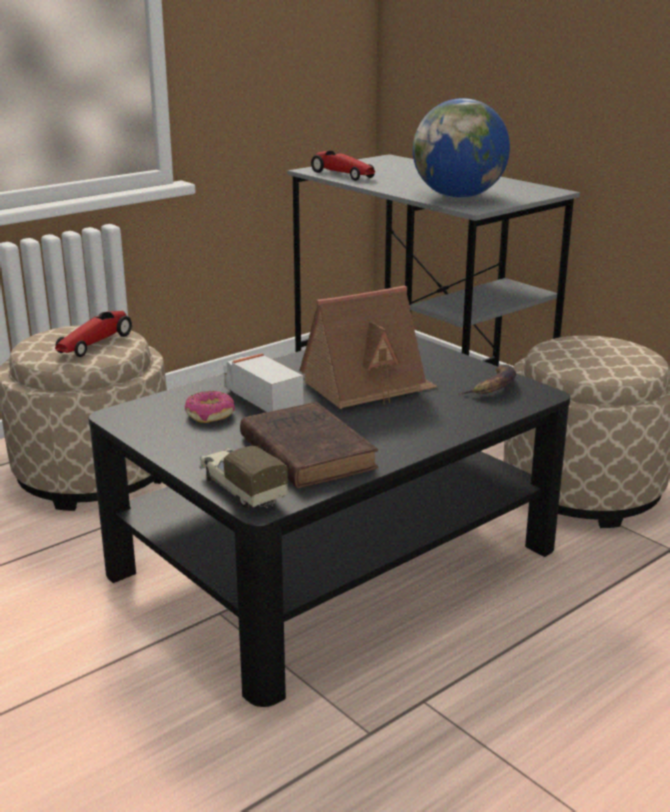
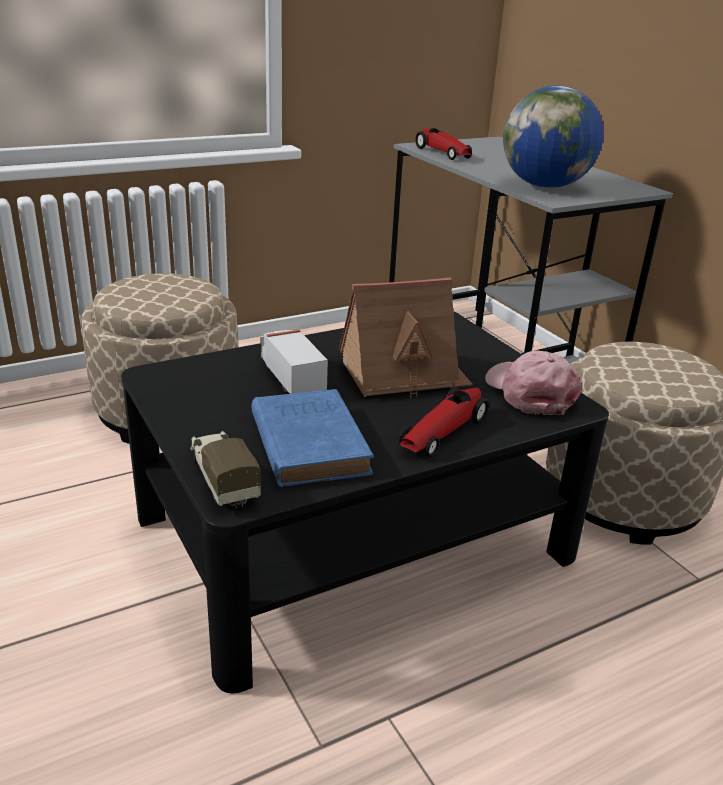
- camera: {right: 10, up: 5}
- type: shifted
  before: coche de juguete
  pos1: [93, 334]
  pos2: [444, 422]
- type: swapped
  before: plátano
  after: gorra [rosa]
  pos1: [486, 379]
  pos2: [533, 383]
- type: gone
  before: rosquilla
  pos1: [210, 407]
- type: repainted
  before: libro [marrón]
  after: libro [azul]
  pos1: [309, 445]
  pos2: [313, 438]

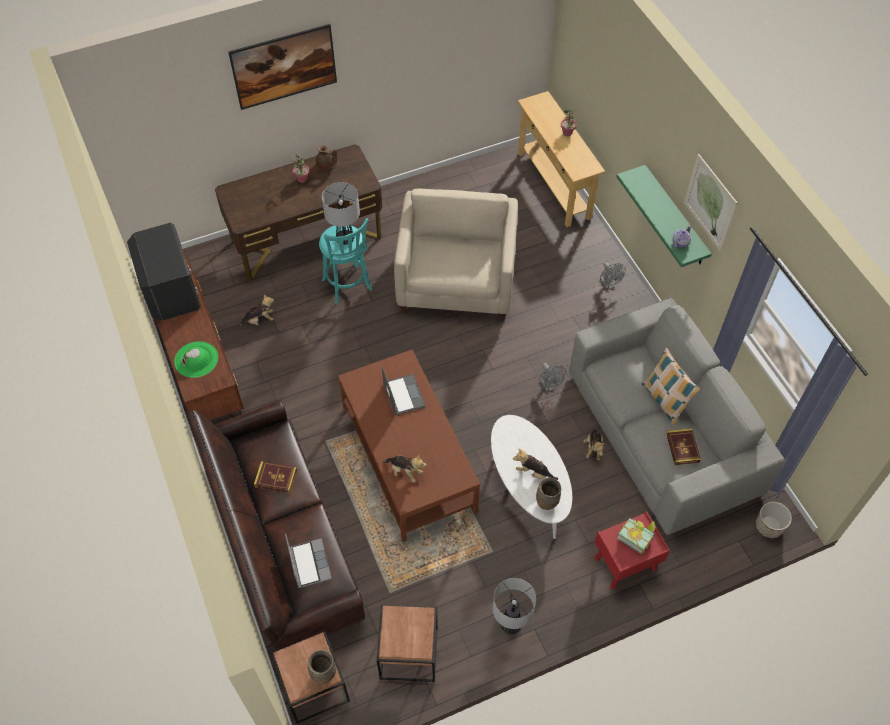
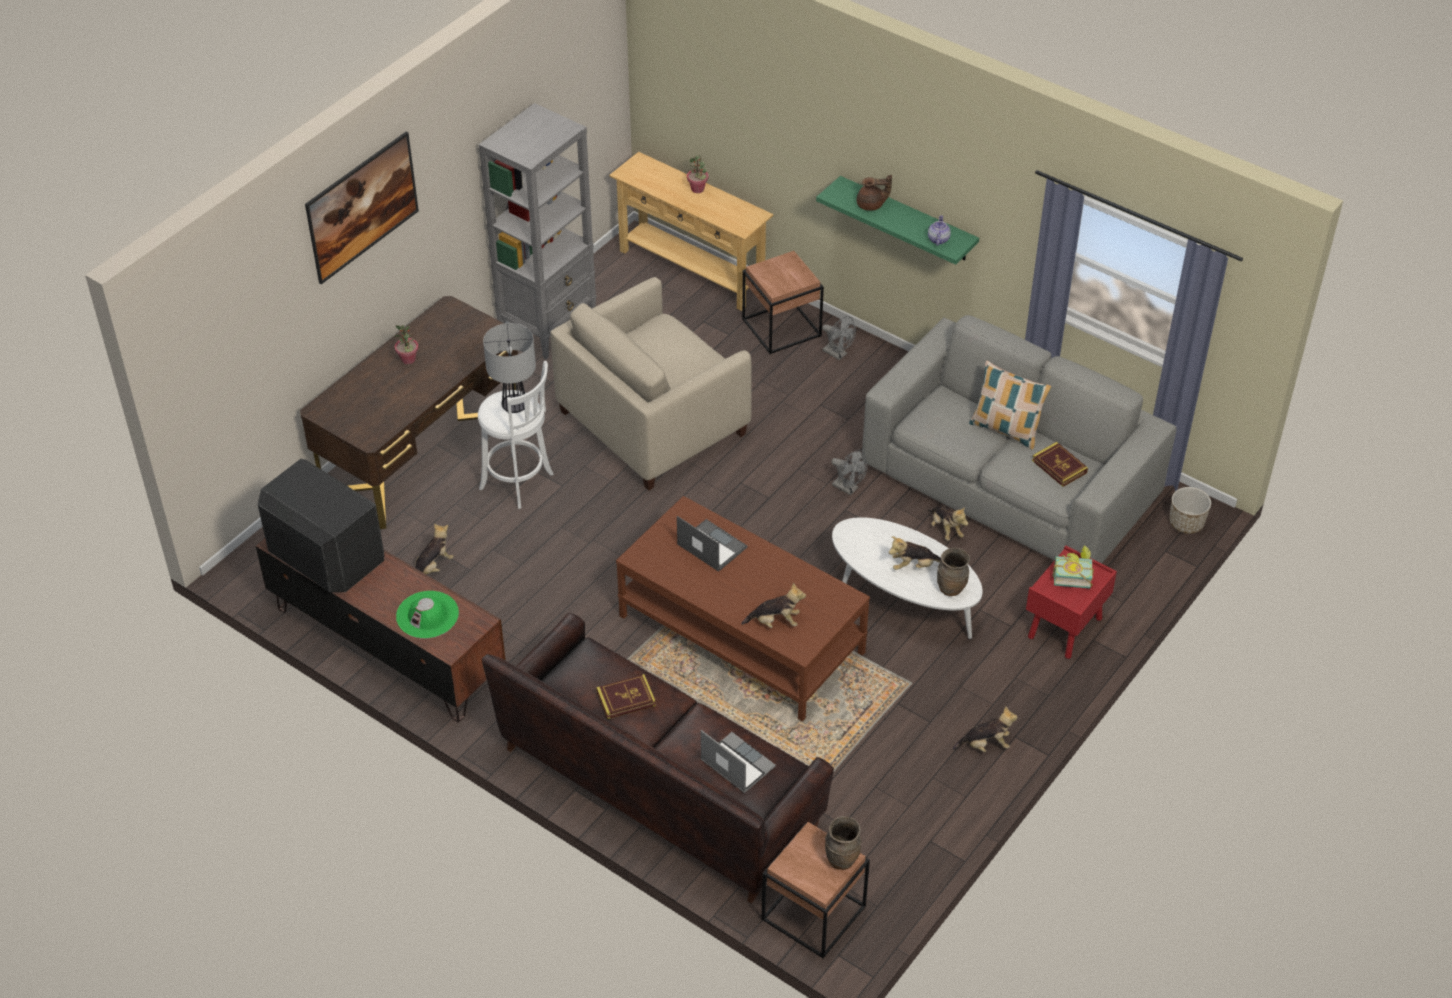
- camera: {right: -30, up: -10}
- type: shifted
  before: tetera [marrón]
  pos1: [326, 157]
  pos2: [874, 193]
- type: gone
  before: cuadro
  pos1: [711, 202]
- type: rotated
  before: sillón [beis]
  pos1: [456, 254]
  pos2: [651, 384]
  turn: -105
- type: repainted
  before: taburete [turquesa]
  after: taburete [blanco]
  pos1: [345, 261]
  pos2: [516, 435]
- type: swapped
  before: lámpara de mesa
  after: peluche
  pos1: [514, 606]
  pos2: [985, 729]
- type: shifted
  before: mesa auxiliar [marrón]
  pos1: [407, 643]
  pos2: [783, 302]
- type: new
  after: estantería [gris]
  pos2: [538, 231]

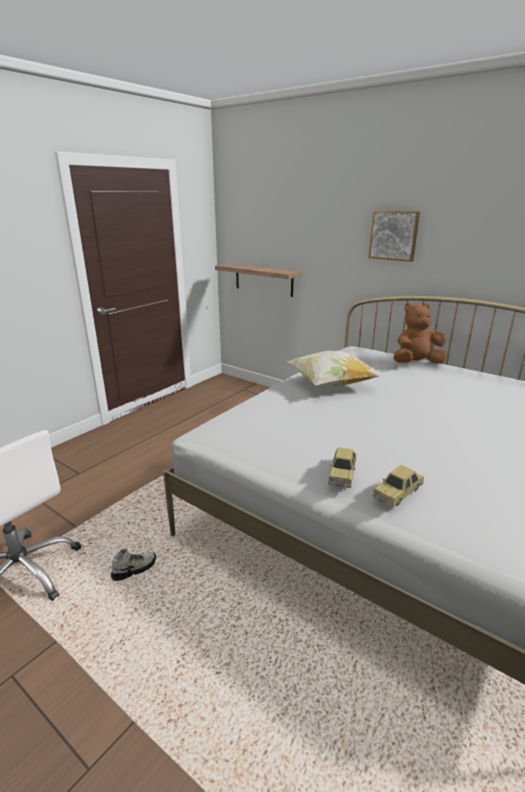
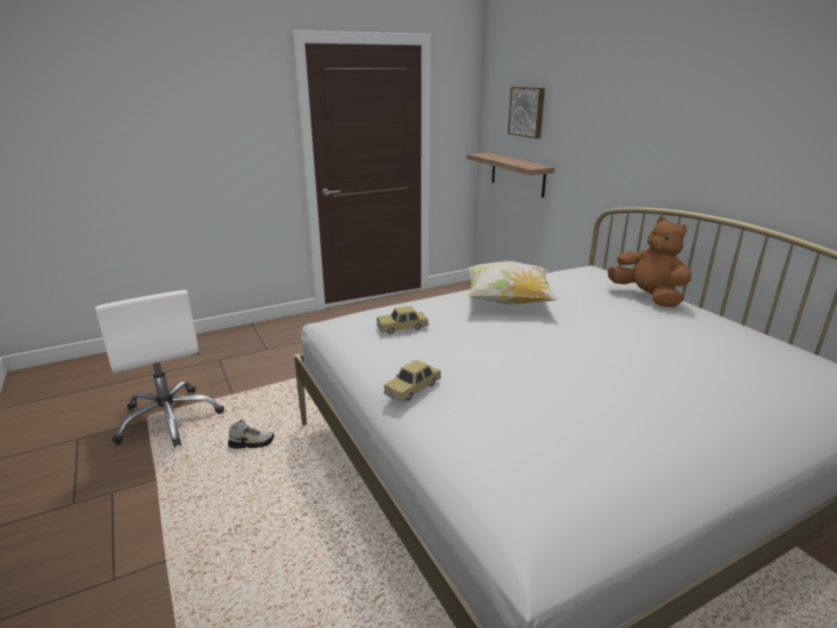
- camera: {right: 25, up: 0}
- type: shifted
  before: cuadro
  pos1: [394, 236]
  pos2: [526, 112]
- type: rotated
  before: peluche [marrón]
  pos1: [420, 333]
  pos2: [649, 262]
  turn: 45
- type: shifted
  before: coche de juguete
  pos1: [398, 486]
  pos2: [403, 320]

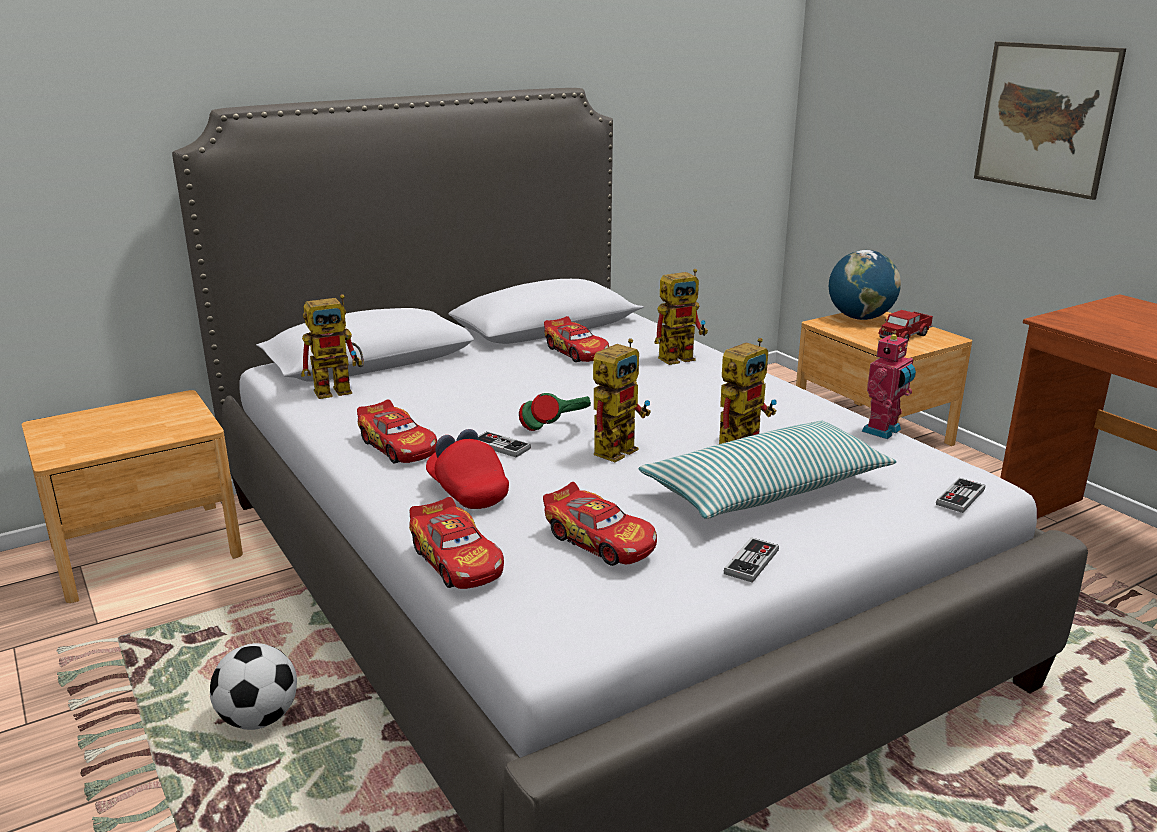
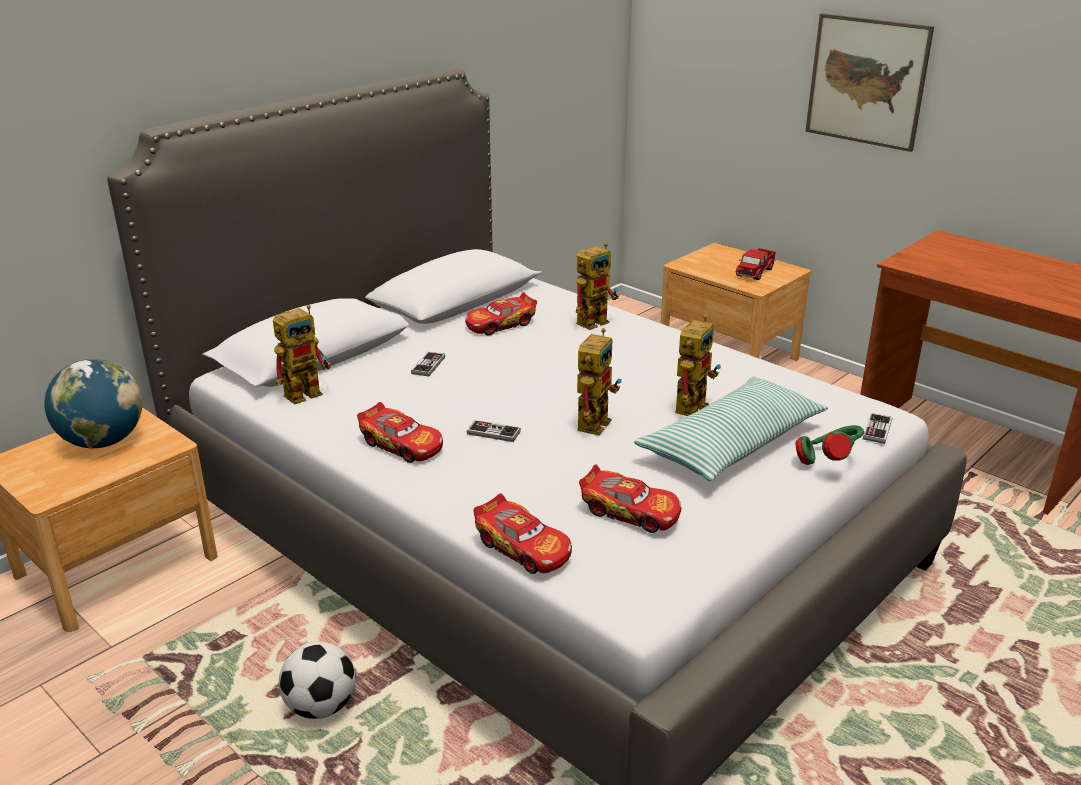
- camera: {right: -15, up: 5}
- type: shifted
  before: globo terráqueo
  pos1: [865, 285]
  pos2: [93, 403]
- type: rotated
  before: coche de juguete
  pos1: [576, 339]
  pos2: [501, 313]
  turn: 105
- type: gone
  before: robot de juguete
  pos1: [889, 386]
- type: shifted
  before: auriculares [verde]
  pos1: [555, 412]
  pos2: [830, 445]
- type: gone
  before: gorra [rojo]
  pos1: [467, 469]
- type: shifted
  before: mando de consola
  pos1: [751, 560]
  pos2: [428, 364]

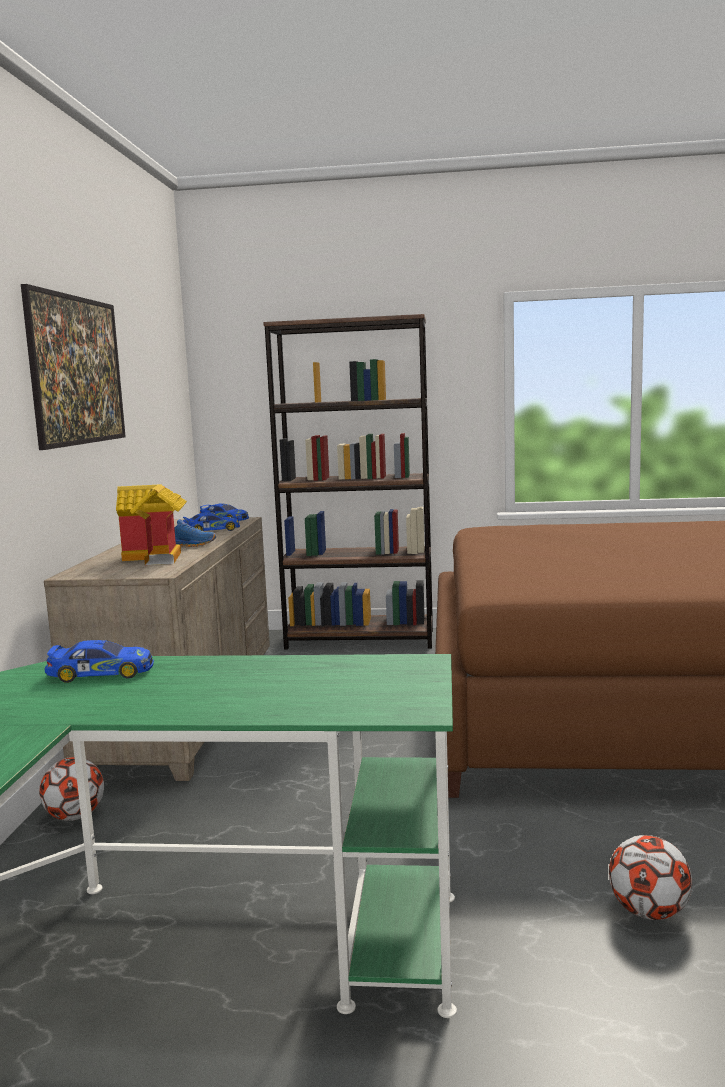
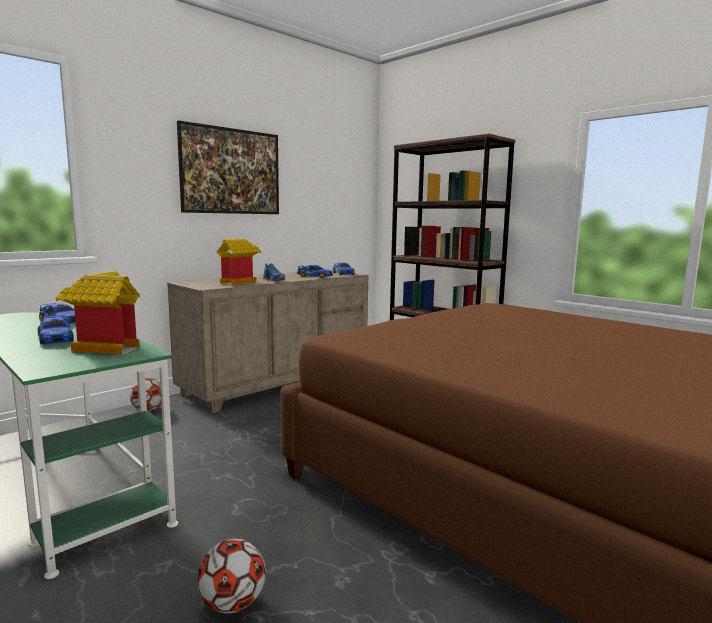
- camera: {right: 40, up: 0}
- type: new
  after: casita
  pos2: [97, 313]
- type: new
  after: coche de juguete
  pos2: [56, 330]

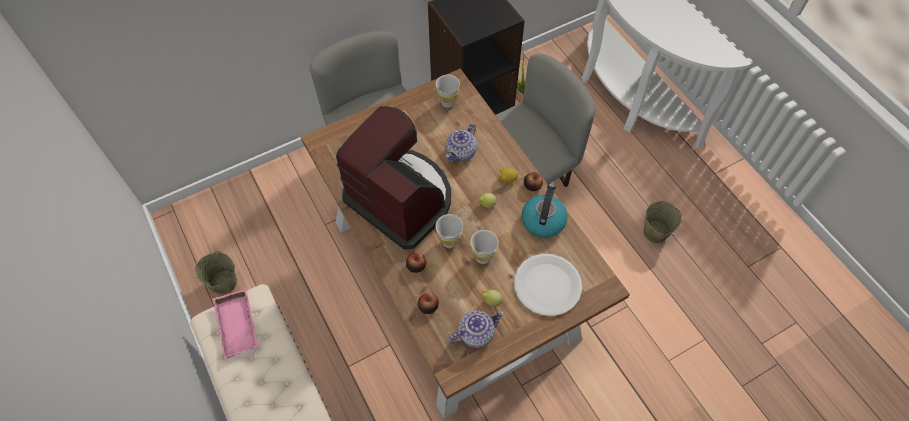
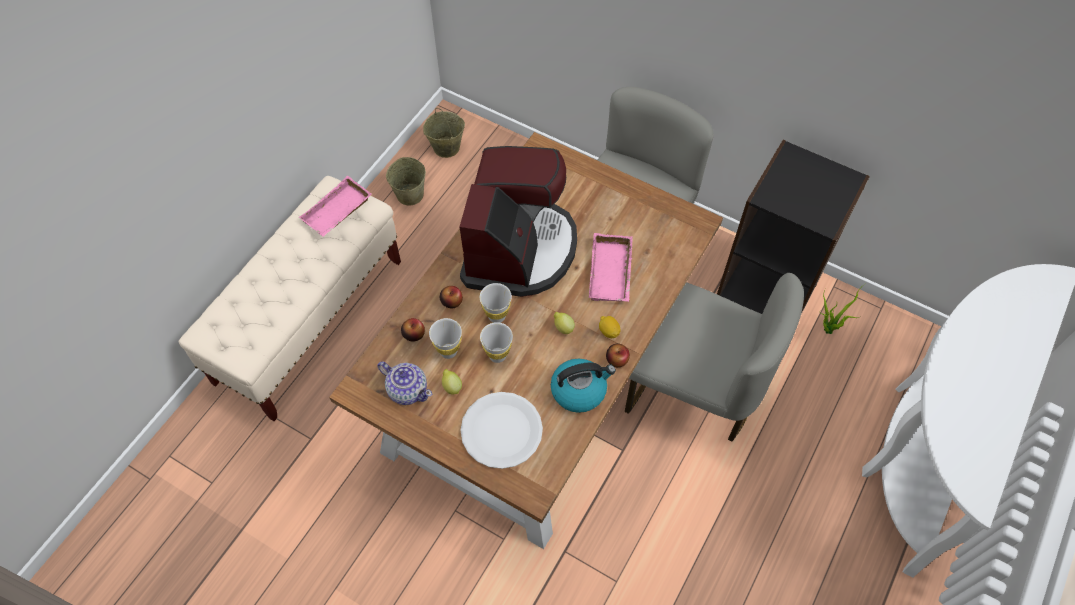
- camera: {right: 60, up: 0}
- type: shifted
  before: taza [blanco]
  pos1: [448, 91]
  pos2: [445, 338]
- type: swapped
  before: tetera
  after: bandeja [rosa]
  pos1: [461, 142]
  pos2: [611, 267]
- type: shifted
  before: cubo [beis]
  pos1: [662, 222]
  pos2: [444, 133]

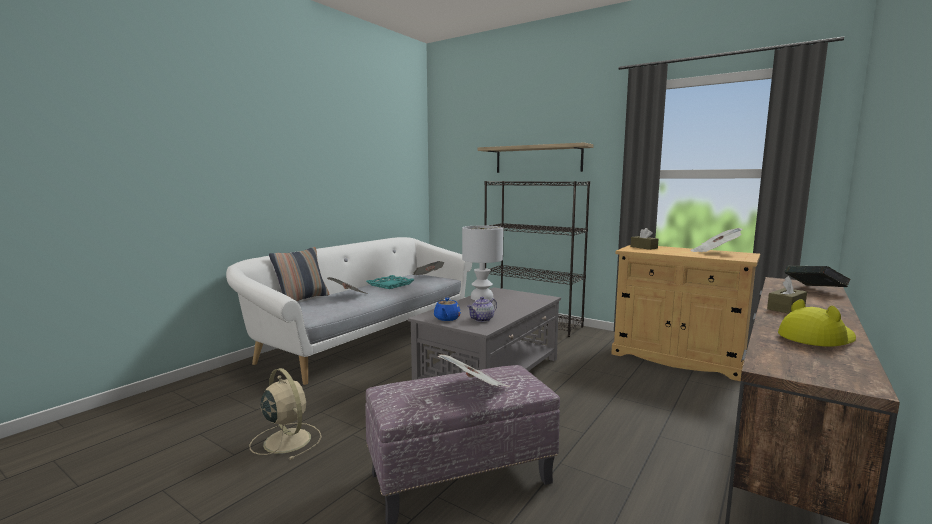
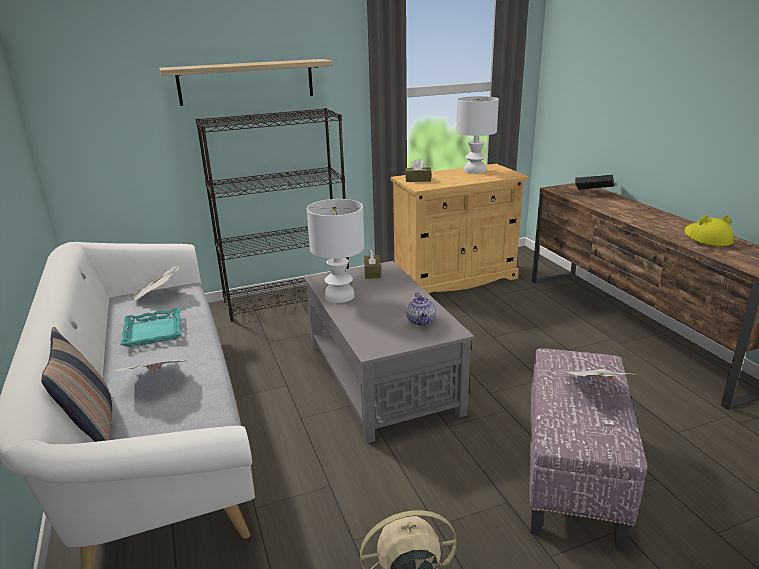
- camera: {right: -55, up: 15}
- type: swapped
  before: periódico
  after: lámpara de mesa [blanco]
  pos1: [717, 240]
  pos2: [477, 135]
- type: shifted
  before: caja de pañuelos [marrón]
  pos1: [787, 295]
  pos2: [372, 264]
- type: gone
  before: tetera [azul]
  pos1: [447, 309]

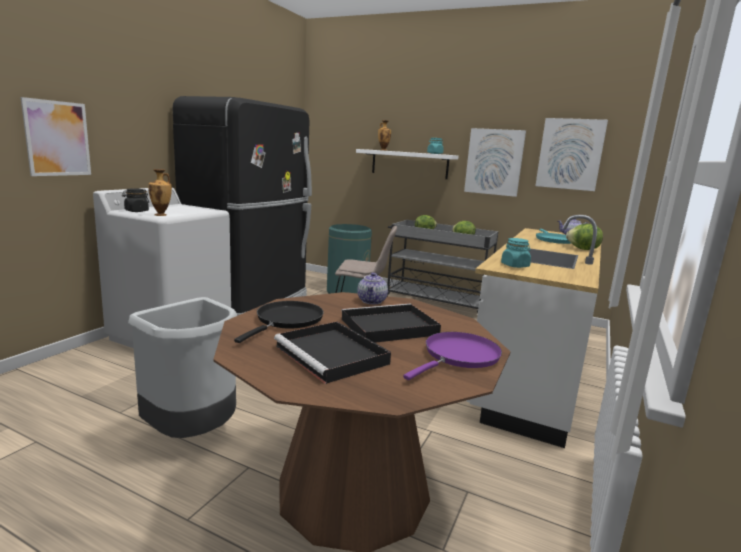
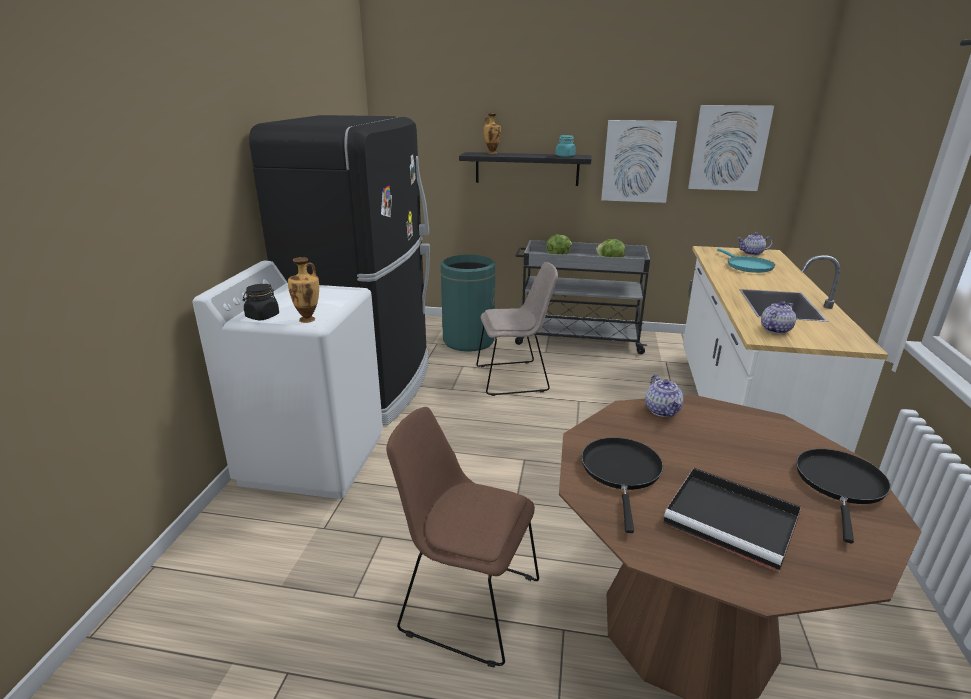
- camera: {right: -15, up: 10}
- type: gone
  before: cuadro
  pos1: [56, 136]
- type: repainted
  before: estante [blanco]
  after: estante [negro]
  pos1: [407, 164]
  pos2: [525, 169]
- type: gone
  before: lechuga
  pos1: [584, 237]
- type: swapped
  before: tarro [turquesa]
  after: tetera
  pos1: [516, 253]
  pos2: [778, 317]
- type: swapped
  before: papelera [gris]
  after: silla [marrón]
  pos1: [182, 367]
  pos2: [462, 537]
- type: gone
  before: bandeja [negro]
  pos1: [391, 323]
- type: repainted
  before: sartén [morado]
  after: sartén [negro]
  pos1: [452, 356]
  pos2: [843, 496]

